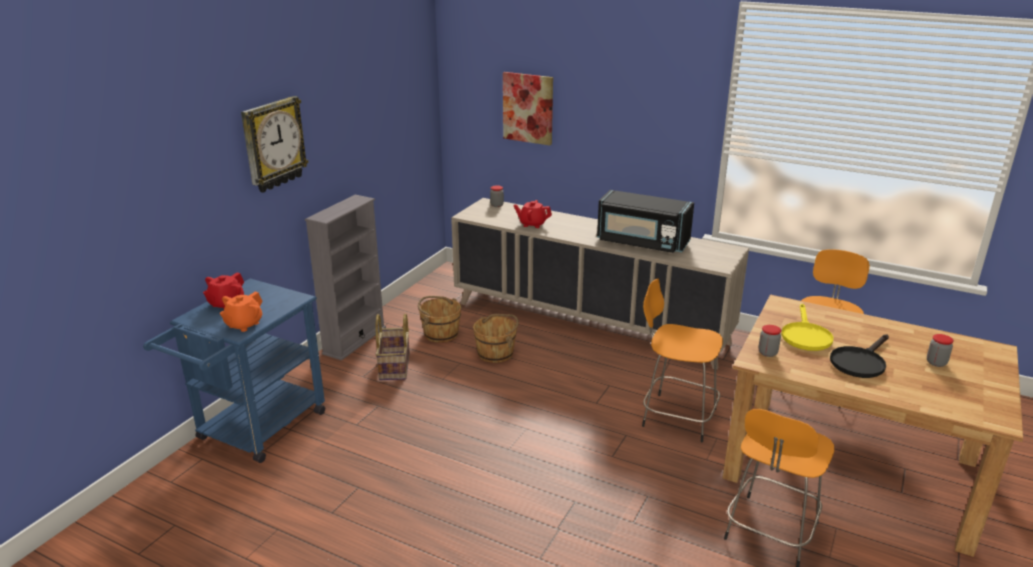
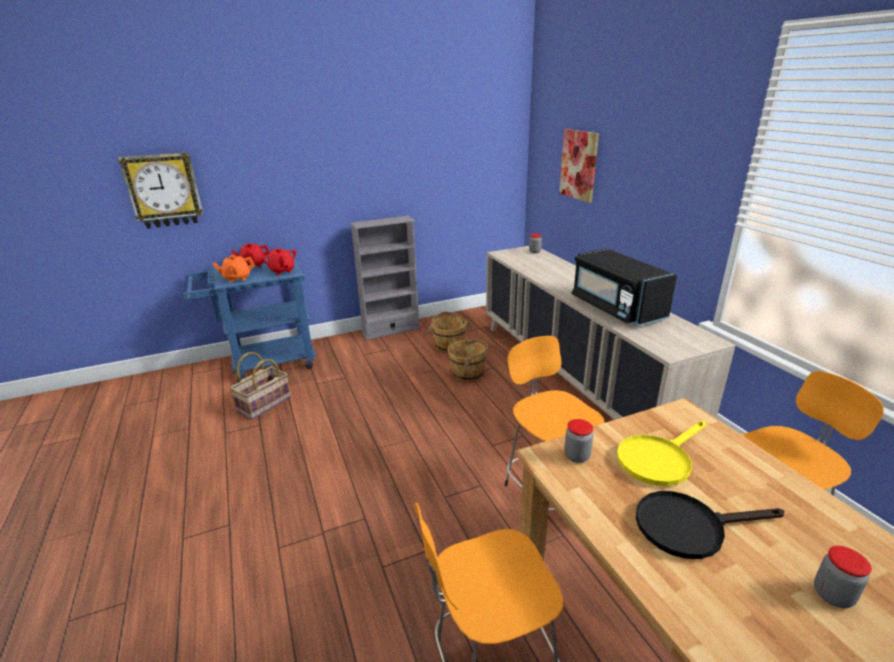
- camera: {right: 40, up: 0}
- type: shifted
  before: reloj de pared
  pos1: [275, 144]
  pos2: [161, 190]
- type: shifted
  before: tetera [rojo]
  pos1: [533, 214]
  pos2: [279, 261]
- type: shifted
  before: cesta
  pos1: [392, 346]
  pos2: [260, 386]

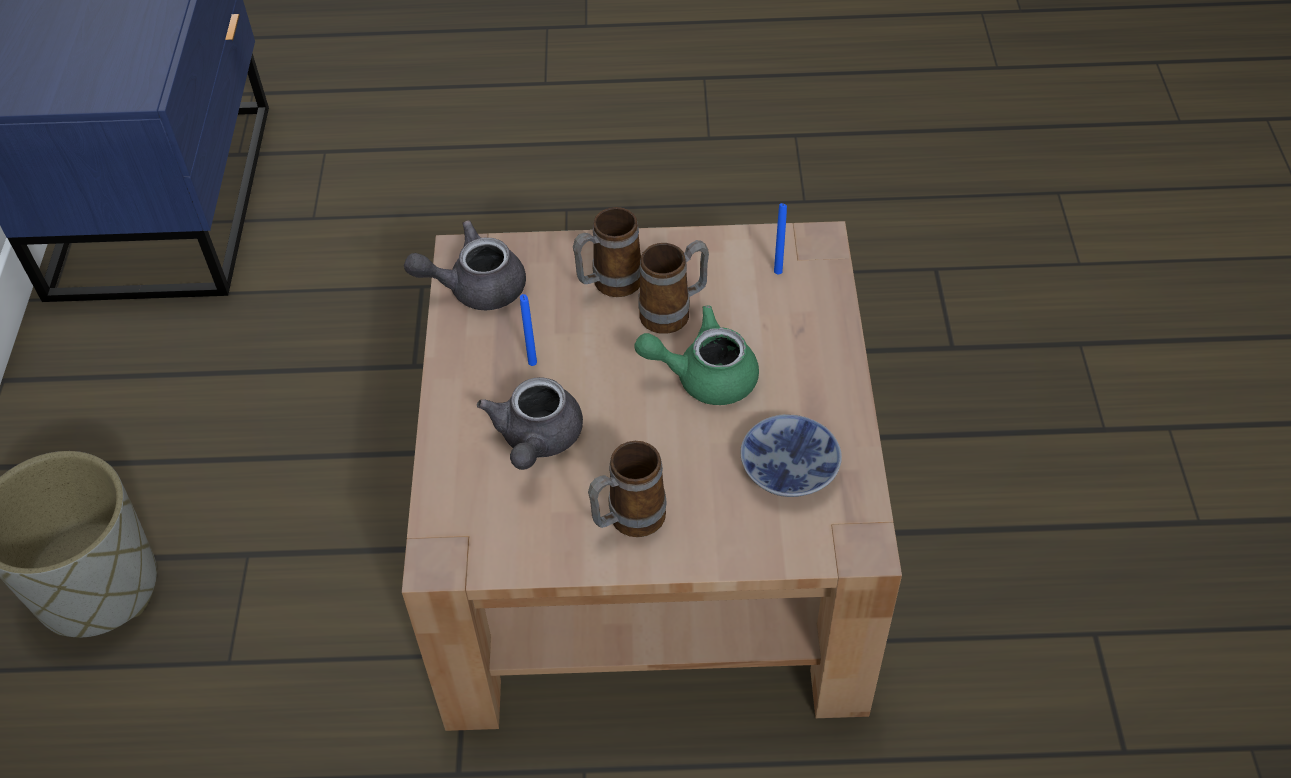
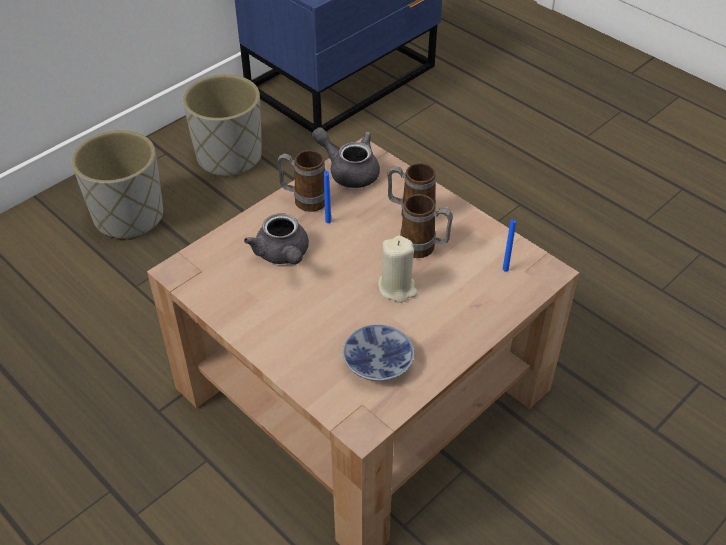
- camera: {right: 45, up: -5}
- type: swapped
  before: tetera [verde]
  after: vela [beis]
  pos1: [696, 355]
  pos2: [398, 269]
- type: rotated
  before: tetera [gris]
  pos1: [530, 423]
  pos2: [276, 238]
  turn: -75
- type: shifted
  before: taza grande
  pos1: [627, 489]
  pos2: [301, 181]
- type: new
  after: maceta [gris]
  pos2: [222, 126]

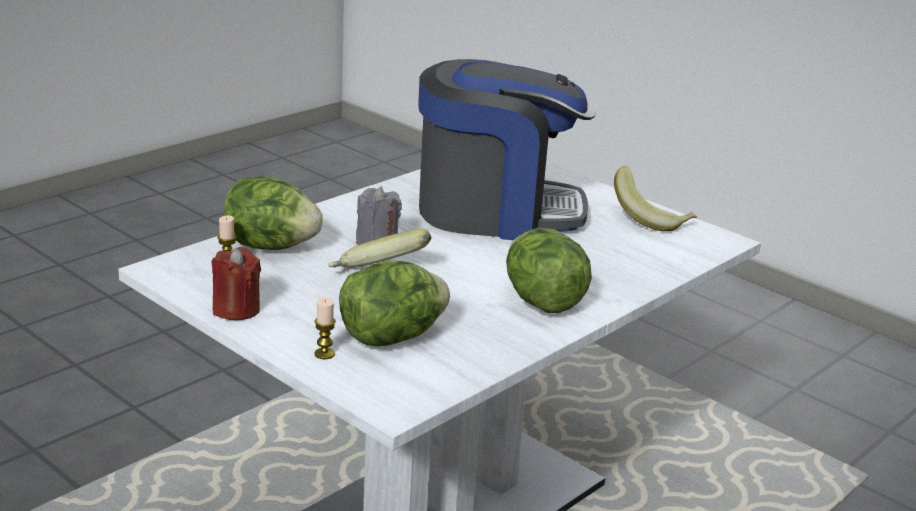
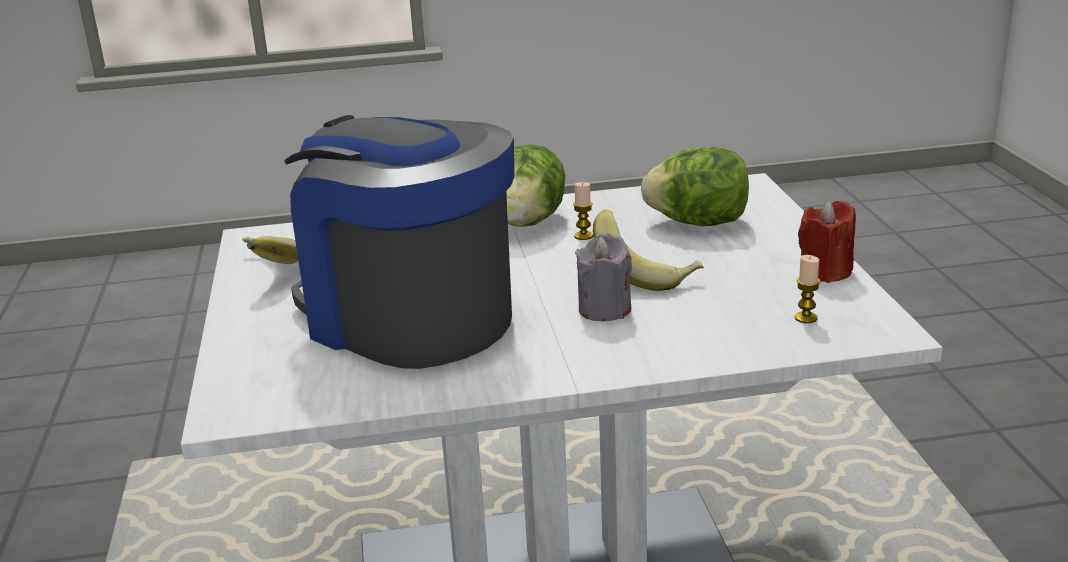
- camera: {right: -140, up: 0}
- type: gone
  before: lechuga
  pos1: [273, 213]
- type: shifted
  before: vela
  pos1: [325, 328]
  pos2: [583, 211]

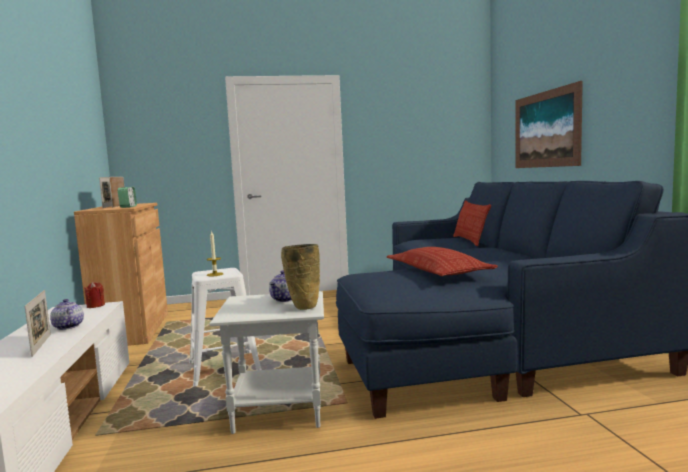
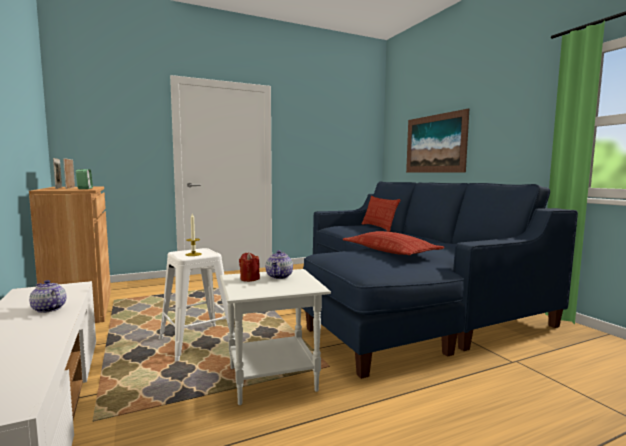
- camera: {right: -15, up: 0}
- type: gone
  before: florero [beis]
  pos1: [300, 277]
- type: shifted
  before: vela [rojo]
  pos1: [94, 295]
  pos2: [249, 267]
- type: gone
  before: portarretratos
  pos1: [38, 323]

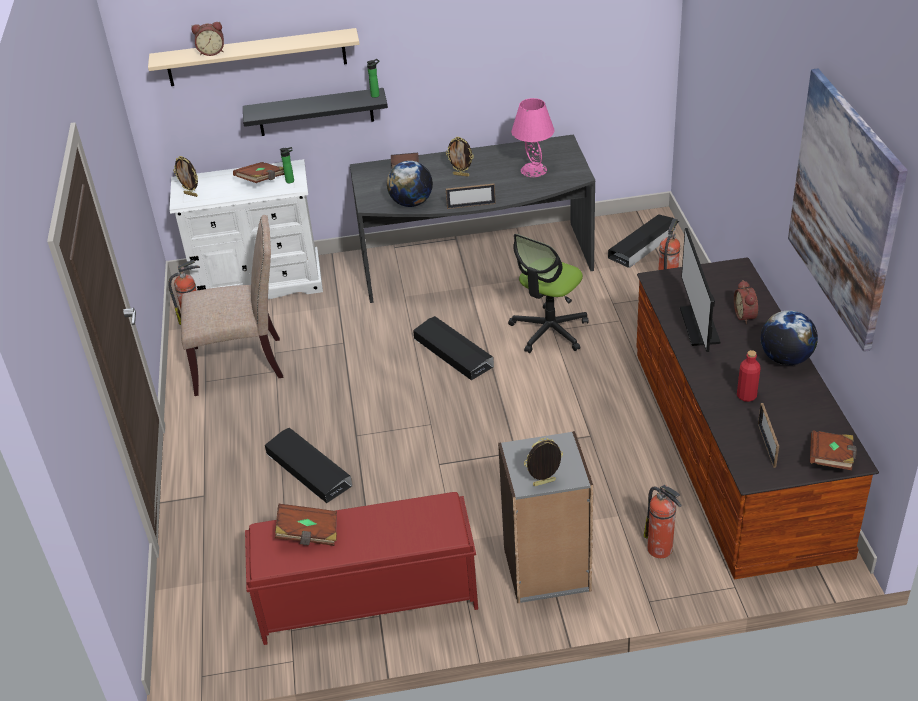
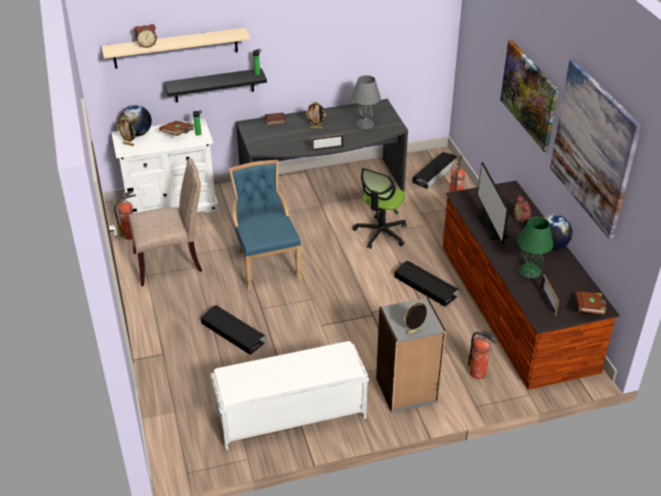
- camera: {right: -10, up: 0}
- type: repainted
  before: lámpara de mesa [rosa]
  after: lámpara de mesa [gris]
  pos1: [533, 137]
  pos2: [366, 102]
- type: shifted
  before: globo terráqueo
  pos1: [410, 184]
  pos2: [136, 120]
- type: shifted
  before: caja de almacenaje [negro]
  pos1: [453, 348]
  pos2: [426, 283]
- type: swapped
  before: botella [rojo]
  after: lámpara de mesa [verde]
  pos1: [748, 376]
  pos2: [535, 247]
- type: repainted
  before: banco [rojo]
  after: banco [blanco]
  pos1: [361, 568]
  pos2: [289, 395]
- type: gone
  before: libro [marrón]
  pos1: [306, 525]
- type: new
  after: cuadro
  pos2: [529, 96]
- type: new
  after: silla [azul]
  pos2: [266, 225]

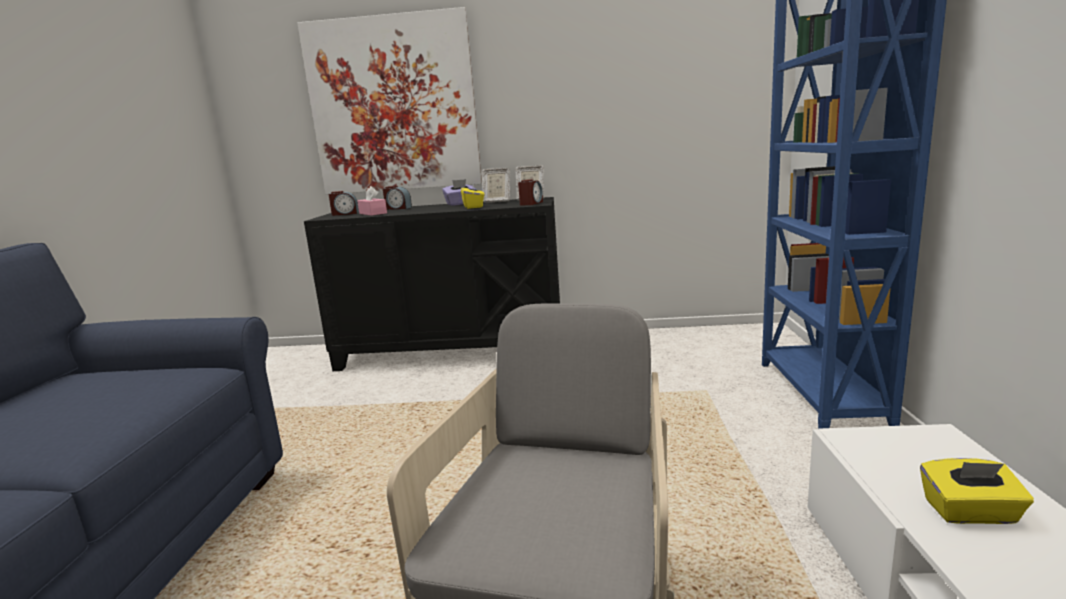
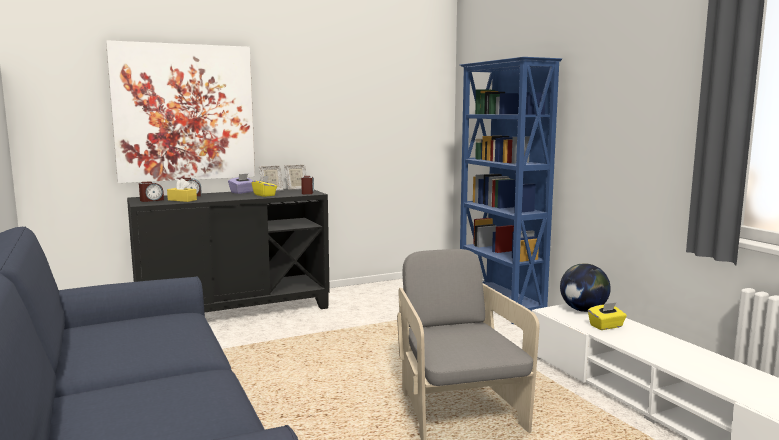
- camera: {right: -30, up: -5}
- type: repainted
  before: caja de pañuelos [rosa]
  after: caja de pañuelos [amarillo]
  pos1: [372, 201]
  pos2: [182, 190]
- type: new
  after: globo terráqueo
  pos2: [585, 287]

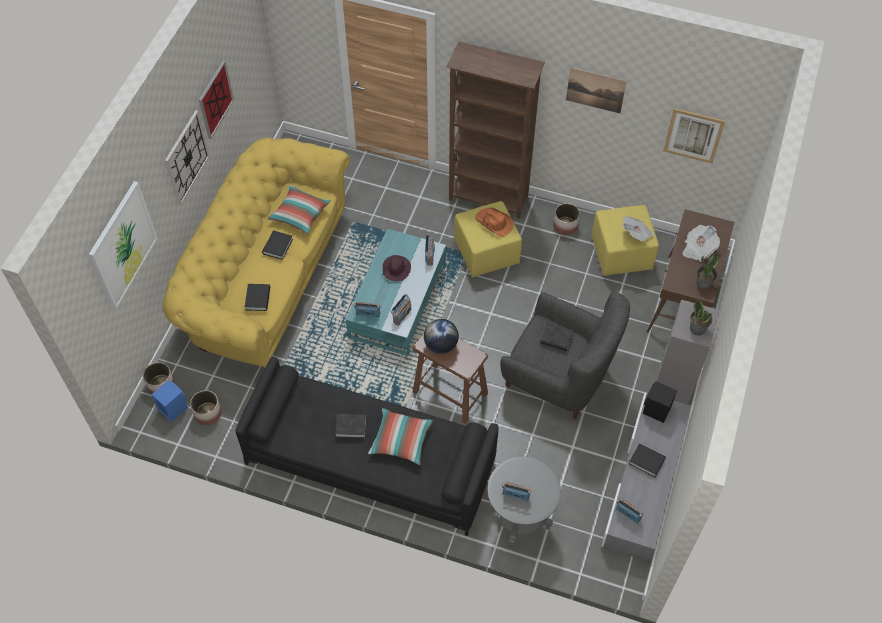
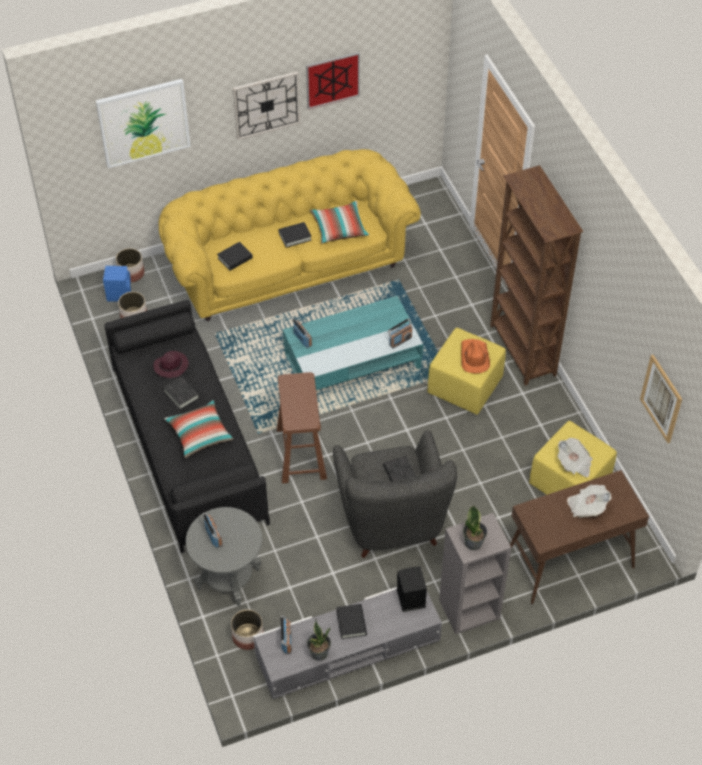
- camera: {right: 50, up: -5}
- type: gone
  before: cuadro
  pos1: [596, 90]
- type: shifted
  before: maceta
  pos1: [566, 219]
  pos2: [247, 629]
- type: shifted
  before: planta en maceta
  pos1: [707, 271]
  pos2: [319, 640]
- type: shifted
  before: sombrero [morado]
  pos1: [397, 268]
  pos2: [171, 364]
- type: gone
  before: radio
  pos1: [401, 309]
- type: gone
  before: globo terráqueo
  pos1: [441, 336]

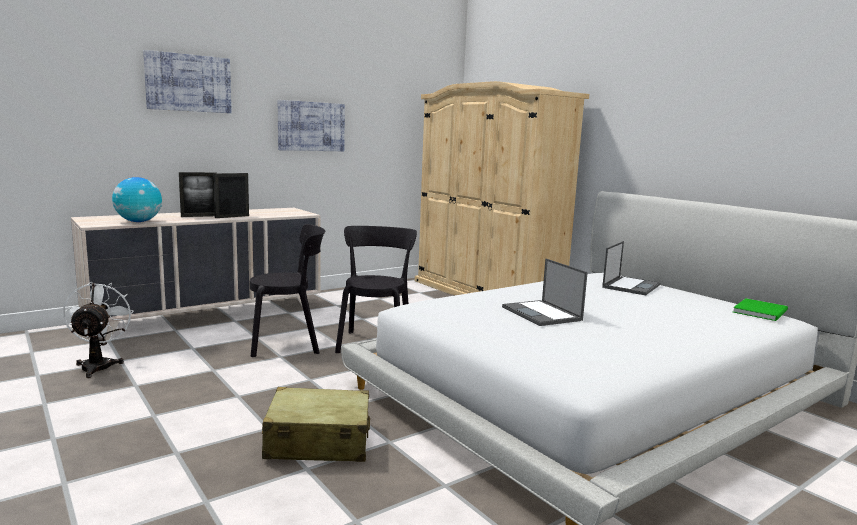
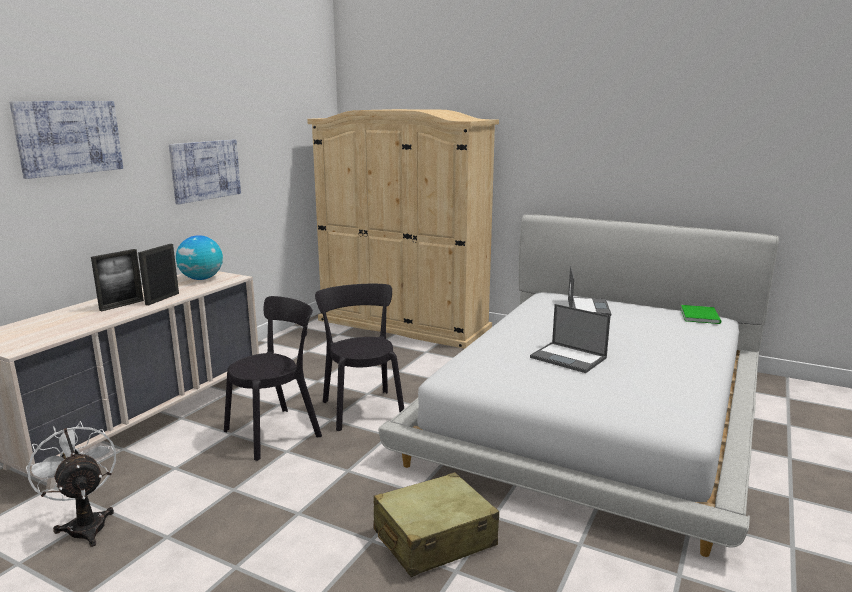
- camera: {right: -25, up: 5}
- type: shifted
  before: globo terráqueo
  pos1: [137, 199]
  pos2: [199, 257]

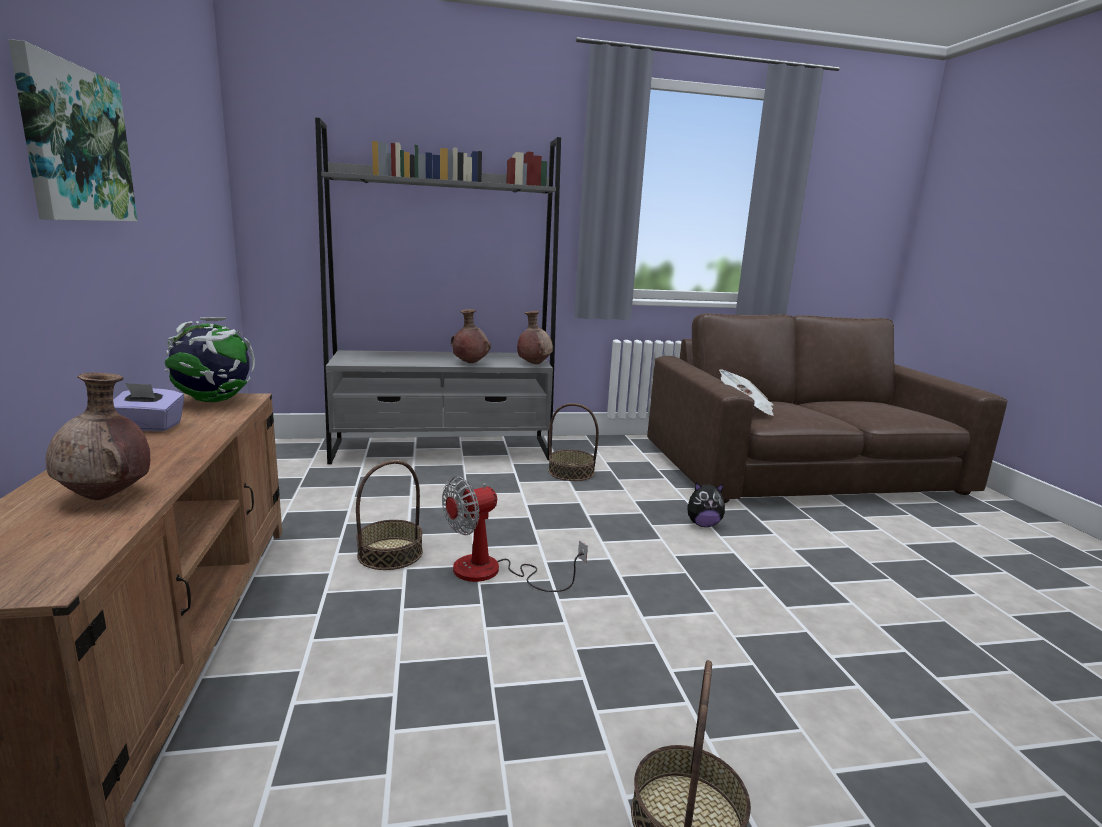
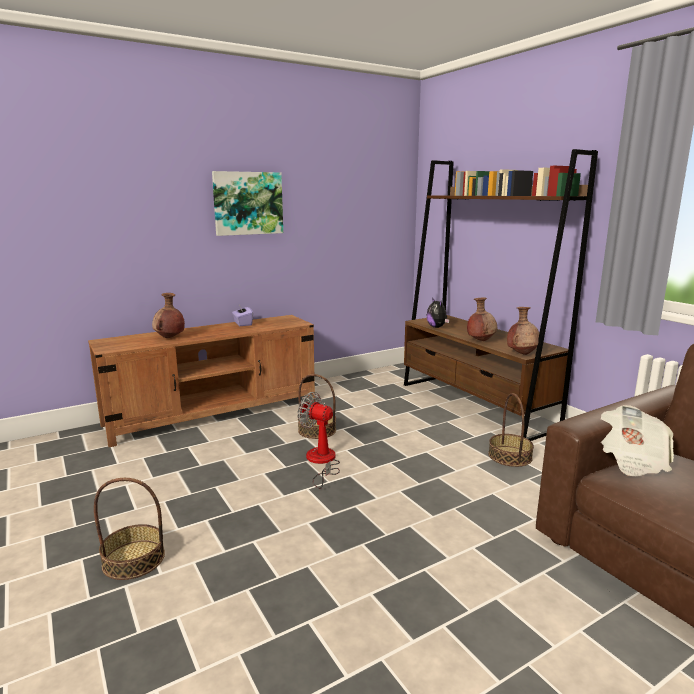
- camera: {right: 70, up: 0}
- type: repainted
  before: estantería [gris]
  after: estantería [marrón]
  pos1: [438, 291]
  pos2: [501, 295]
- type: gone
  before: globo terráqueo
  pos1: [210, 359]
- type: shifted
  before: peluche
  pos1: [706, 504]
  pos2: [438, 313]

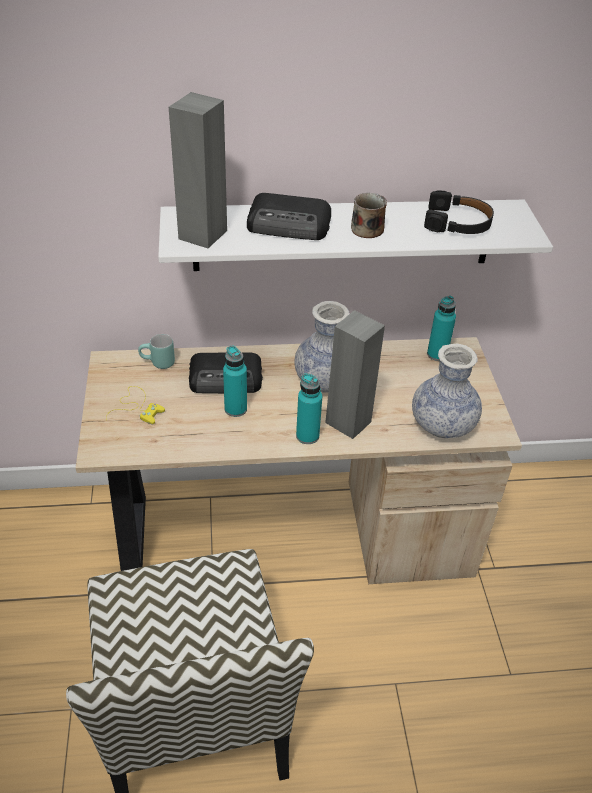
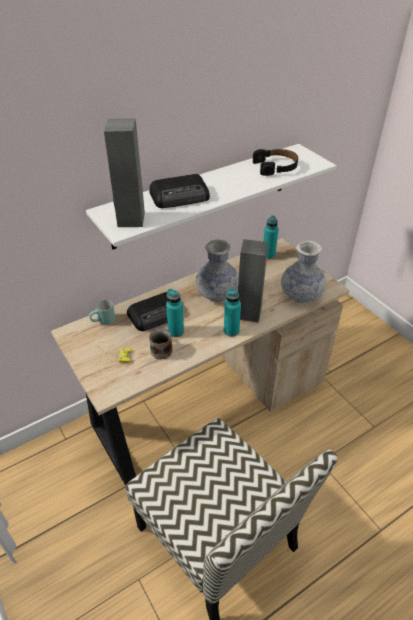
- camera: {right: -25, up: 0}
- type: shifted
  before: taza grande
  pos1: [369, 215]
  pos2: [161, 343]

